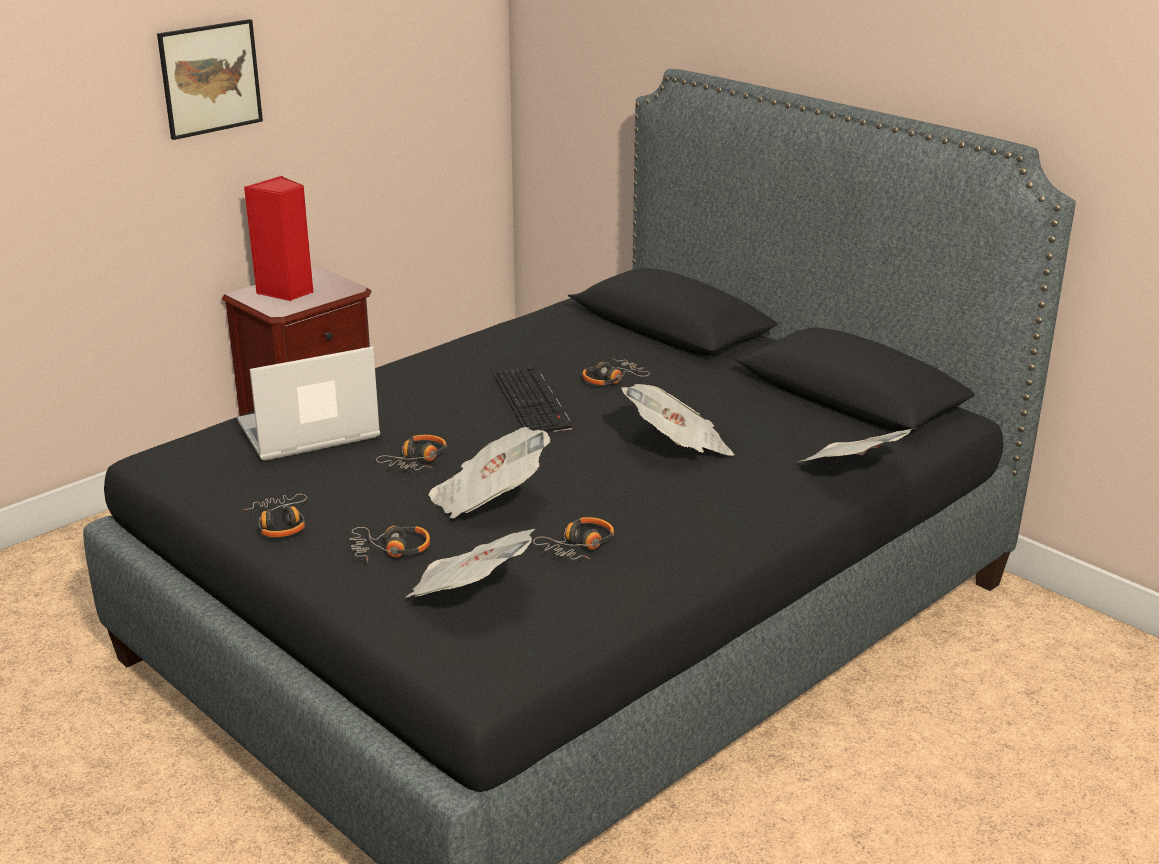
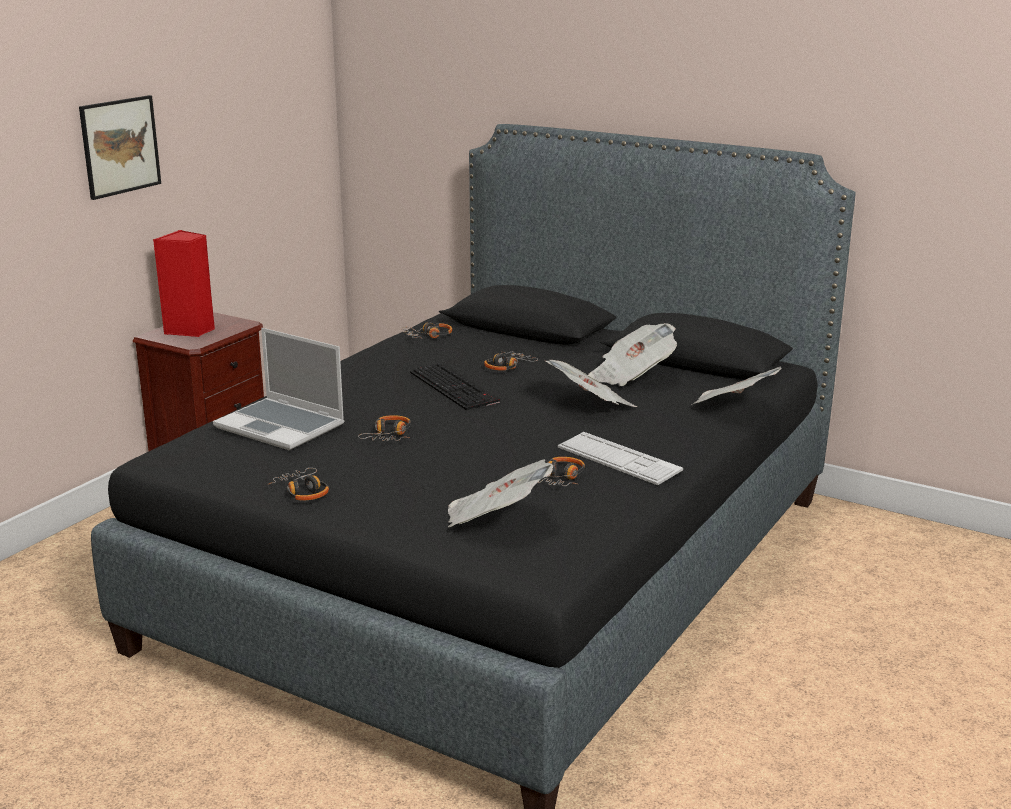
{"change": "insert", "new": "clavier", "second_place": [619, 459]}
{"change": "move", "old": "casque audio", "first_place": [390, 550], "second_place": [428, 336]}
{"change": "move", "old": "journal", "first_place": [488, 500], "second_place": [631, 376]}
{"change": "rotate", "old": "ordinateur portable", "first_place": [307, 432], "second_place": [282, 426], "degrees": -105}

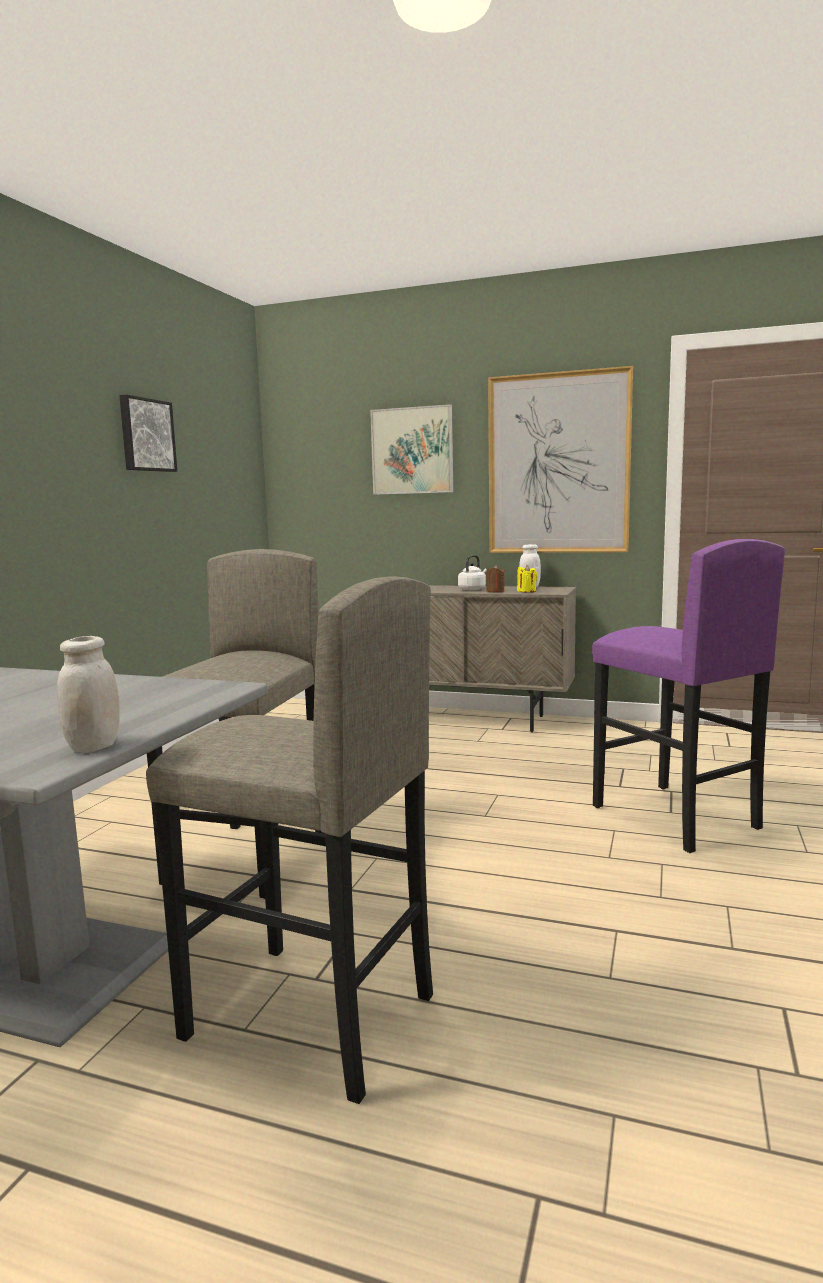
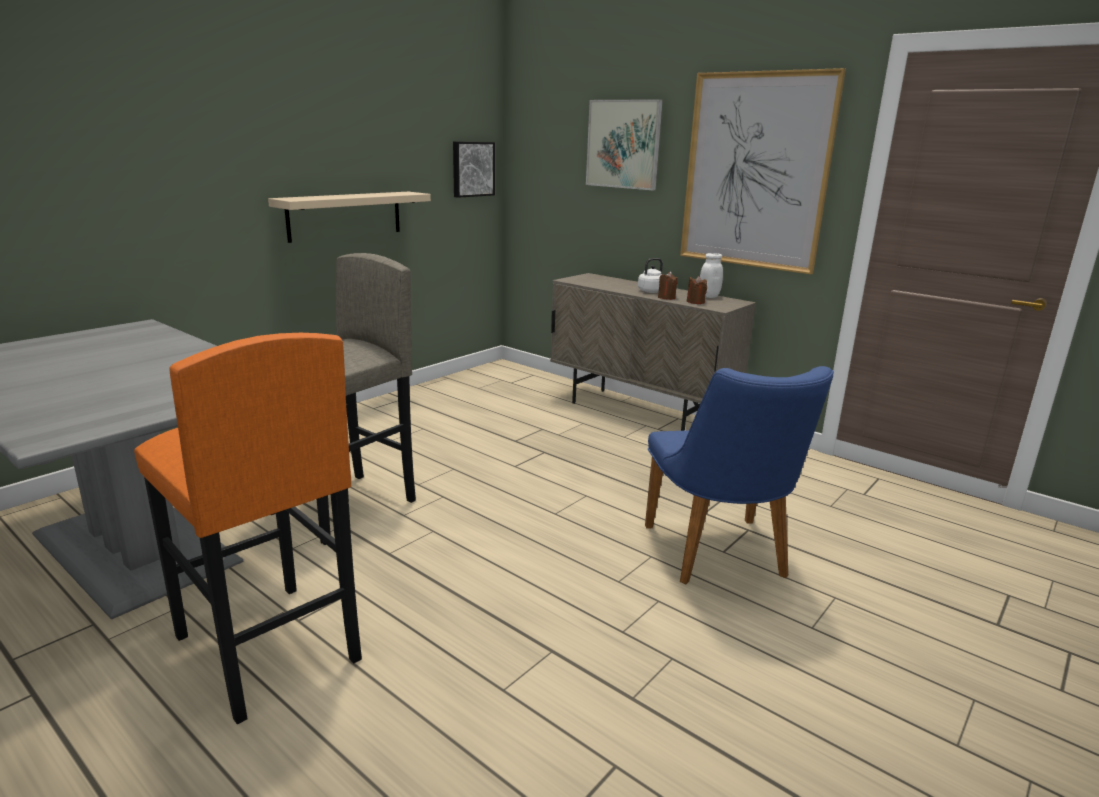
{"change": "delete", "old": "bocal [blanc]", "first_place": [94, 747]}
{"change": "insert", "new": "étagère [beige]", "second_place": [345, 215]}
{"change": "move", "old": "tableau", "first_place": [146, 435], "second_place": [472, 169]}
{"change": "replace", "old": "tabouret [violet]", "new": "chaise [bleu]", "first_place": [674, 817], "second_place": [720, 557]}
{"change": "recolor", "old": "tabouret [gris]", "new": "tabouret [orange]", "first_place": [309, 1018], "second_place": [266, 649]}
{"change": "recolor", "old": "bougie [jaune]", "new": "bougie [marron]", "first_place": [526, 591], "second_place": [695, 302]}

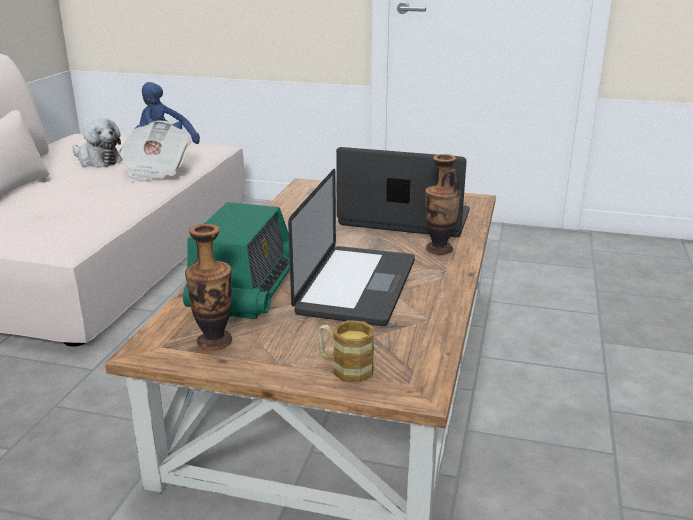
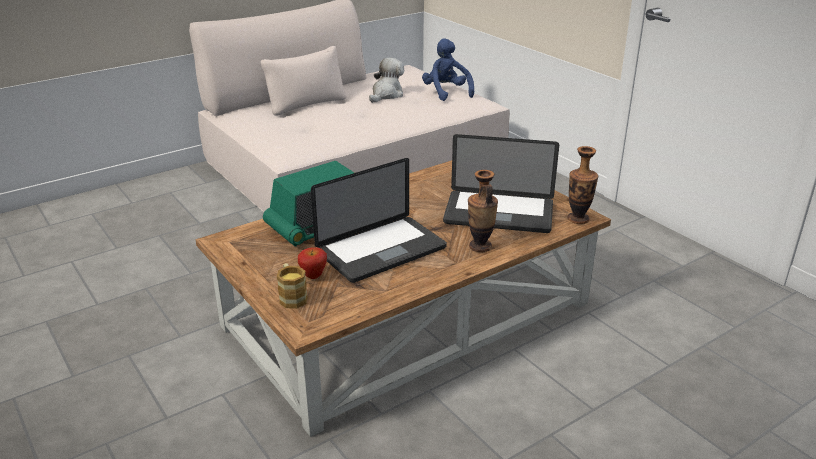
{"change": "delete", "old": "journal", "first_place": [155, 171]}
{"change": "insert", "new": "pomme", "second_place": [313, 276]}
{"change": "move", "old": "vase", "first_place": [214, 341], "second_place": [578, 219]}
{"change": "rotate", "old": "peluche", "first_place": [97, 161], "second_place": [386, 95], "degrees": -135}
{"change": "rotate", "old": "ordinateur portable", "first_place": [404, 219], "second_place": [499, 213], "degrees": 135}

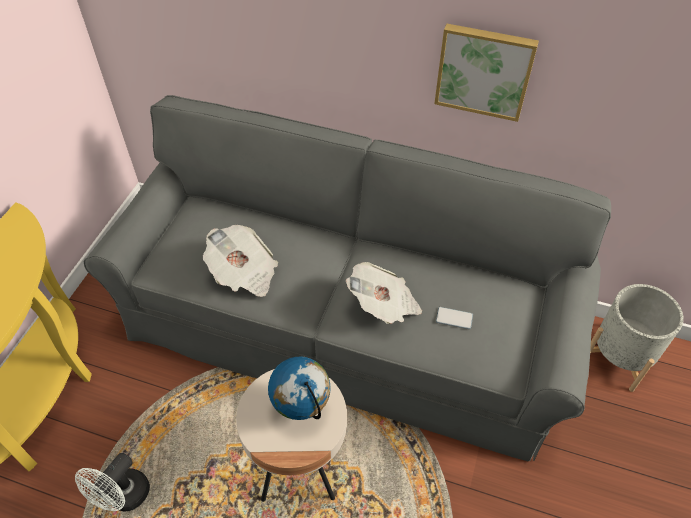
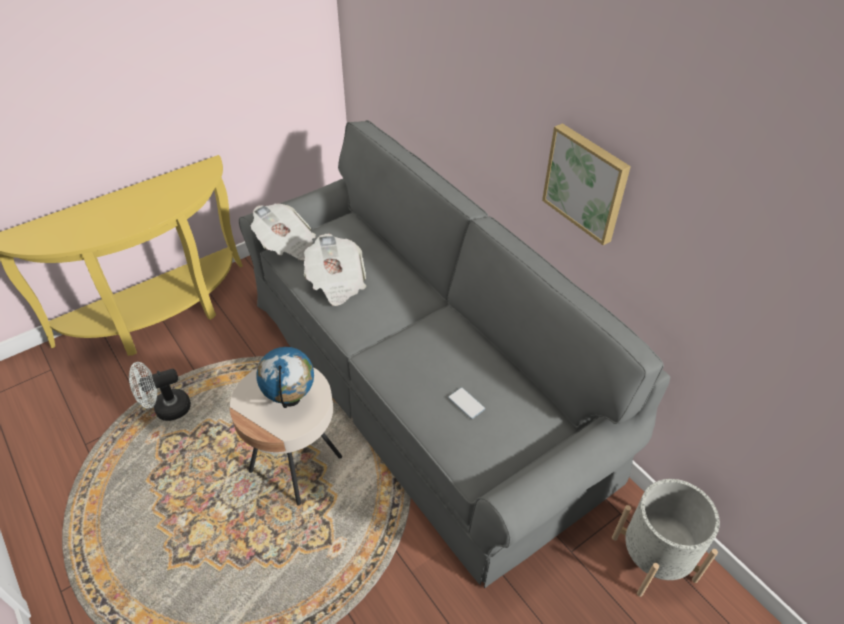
{"change": "move", "old": "journal", "first_place": [384, 305], "second_place": [286, 244]}

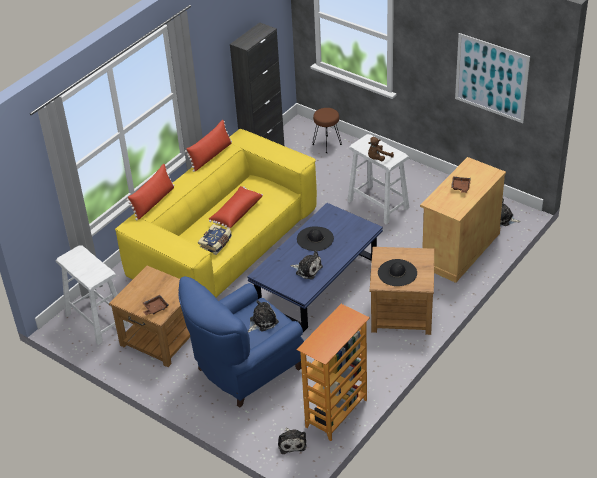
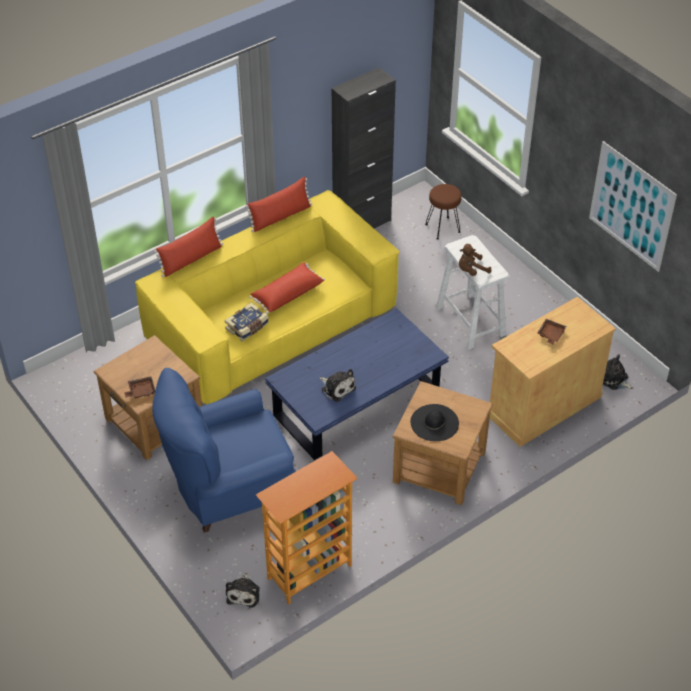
{"change": "delete", "old": "tabouret [blanc]", "first_place": [96, 320]}
{"change": "delete", "old": "peluche", "first_place": [262, 321]}
{"change": "delete", "old": "chapeau [noir]", "first_place": [315, 239]}

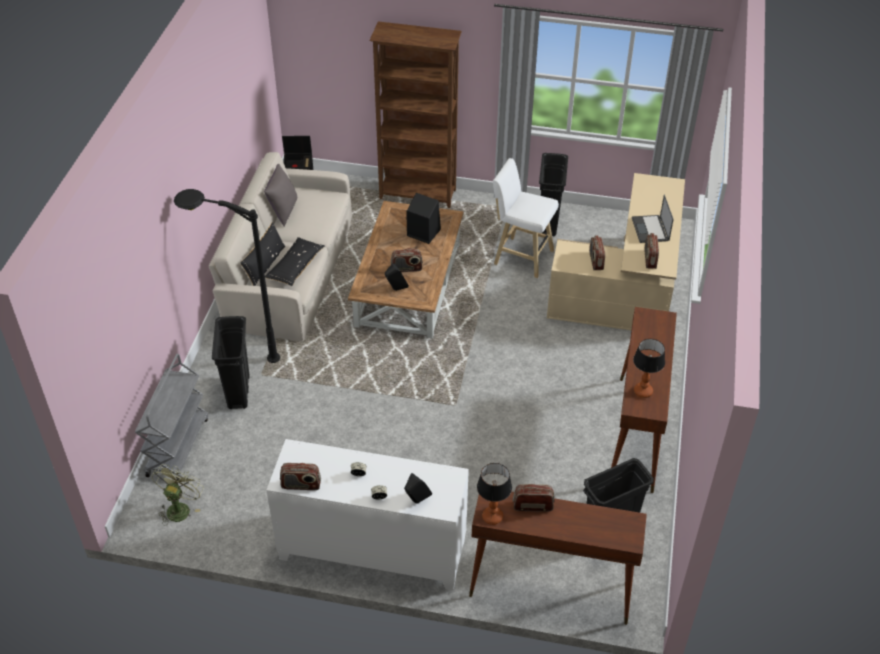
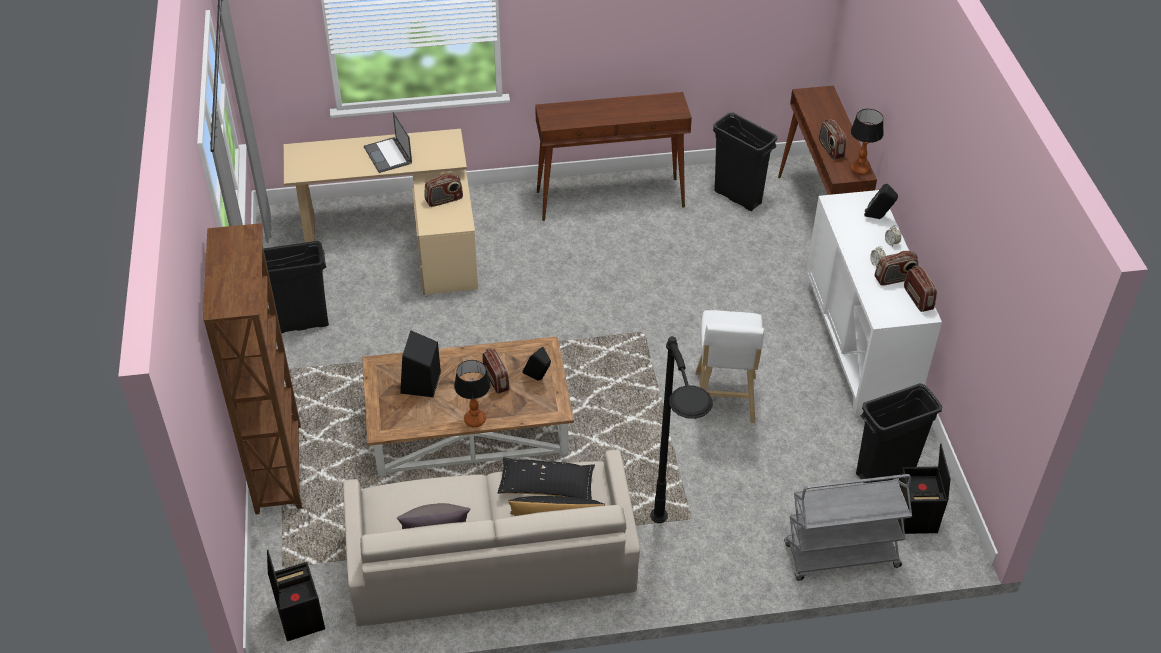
{"change": "move", "old": "poubelle [noir]", "first_place": [238, 391], "second_place": [885, 472]}
{"change": "move", "old": "tabouret [blanc]", "first_place": [521, 256], "second_place": [724, 400]}
{"change": "move", "old": "lampe de table", "first_place": [642, 391], "second_place": [475, 420]}
{"change": "move", "old": "radio", "first_place": [649, 259], "second_place": [894, 278]}
{"change": "replace", "old": "ventilateur [vert]", "new": "boîte de rangement [noir]", "first_place": [179, 507], "second_place": [916, 517]}
{"change": "rotate", "old": "ordinateur portable", "first_place": [650, 229], "second_place": [388, 155], "degrees": 90}

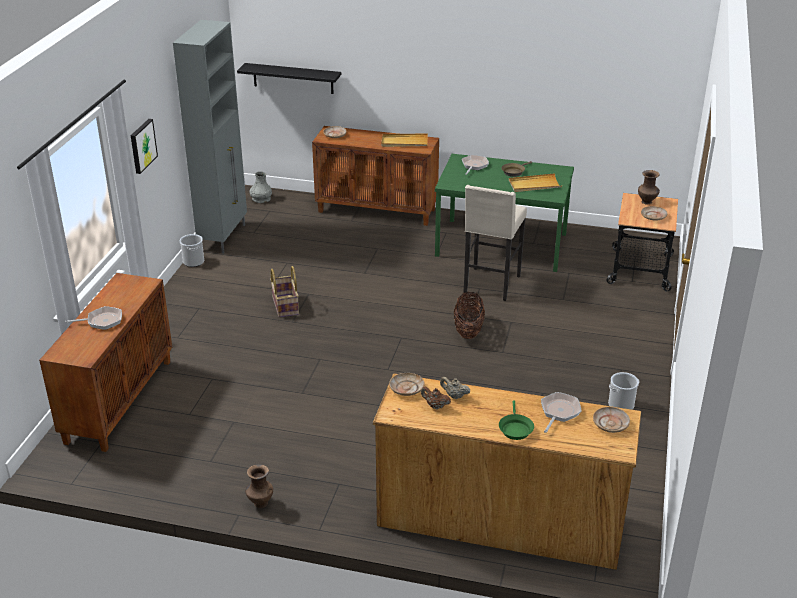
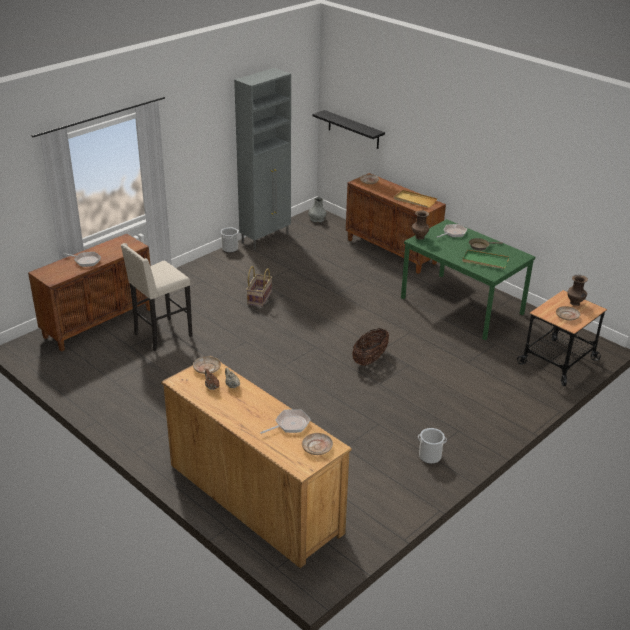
{"change": "delete", "old": "tableau", "first_place": [142, 145]}
{"change": "delete", "old": "poêle [vert]", "first_place": [515, 428]}
{"change": "move", "old": "vase [marron]", "first_place": [260, 503], "second_place": [419, 237]}
{"change": "move", "old": "tabouret [beige]", "first_place": [490, 285], "second_place": [161, 335]}
{"change": "recolor", "old": "plateau [beige]", "new": "plateau [vert]", "first_place": [534, 185], "second_place": [485, 261]}

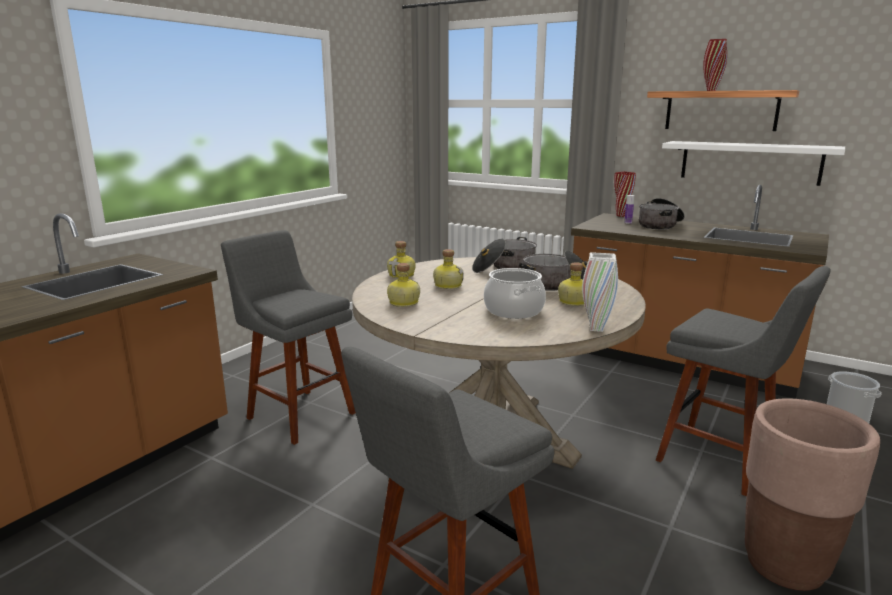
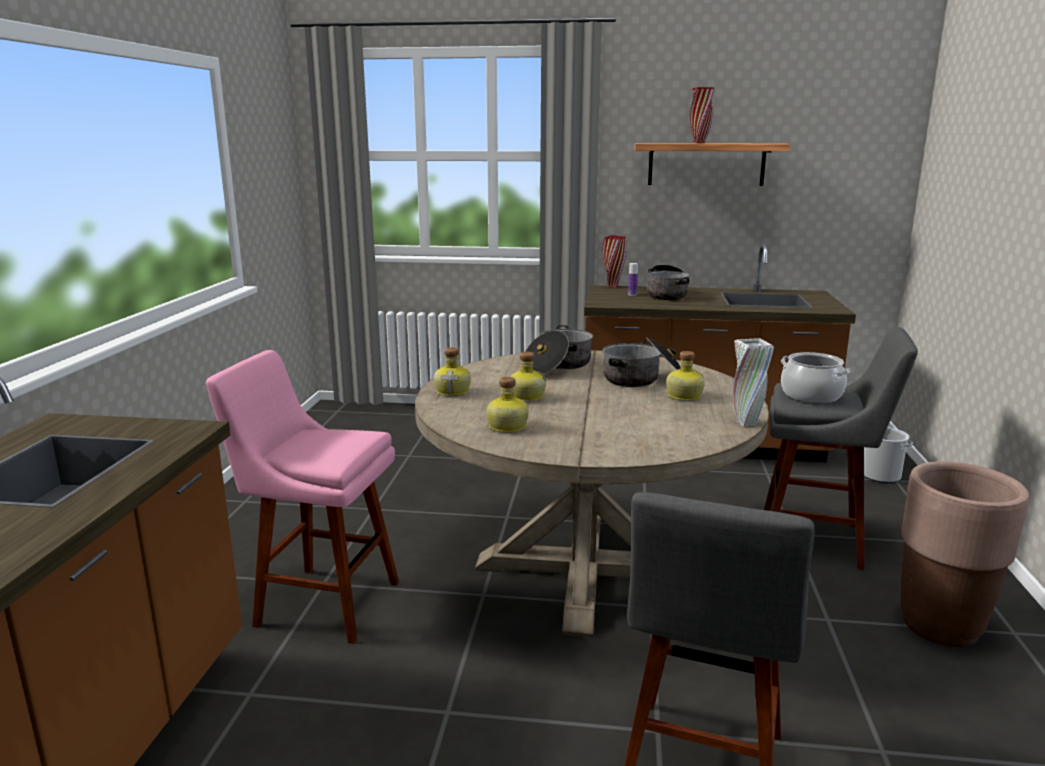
{"change": "delete", "old": "étagère [blanc]", "first_place": [749, 162]}
{"change": "move", "old": "marmite", "first_place": [513, 310], "second_place": [811, 395]}
{"change": "recolor", "old": "tabouret [gris]", "new": "tabouret [rose]", "first_place": [298, 413], "second_place": [321, 602]}

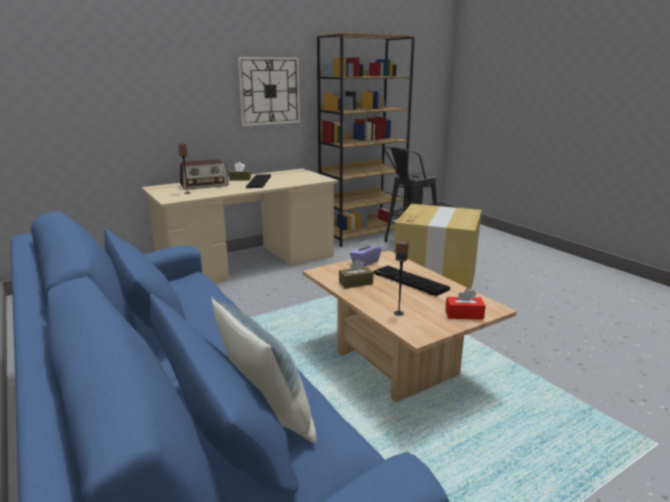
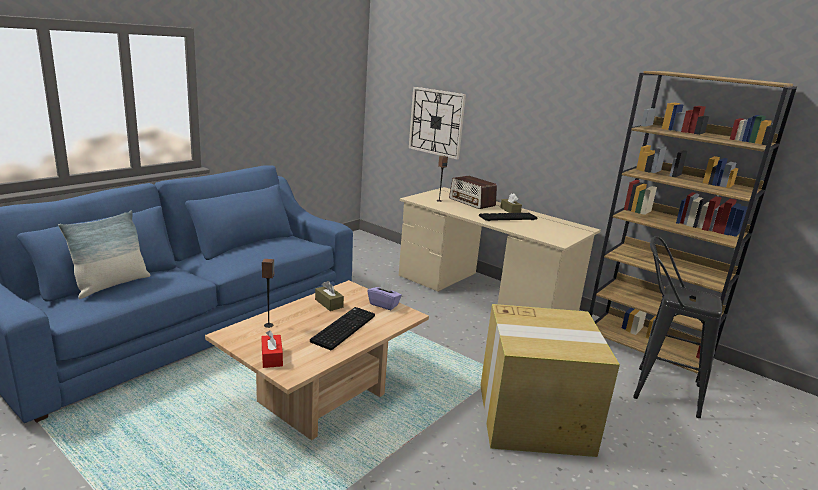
{"change": "move", "old": "horloge murale", "first_place": [269, 91], "second_place": [436, 122]}

